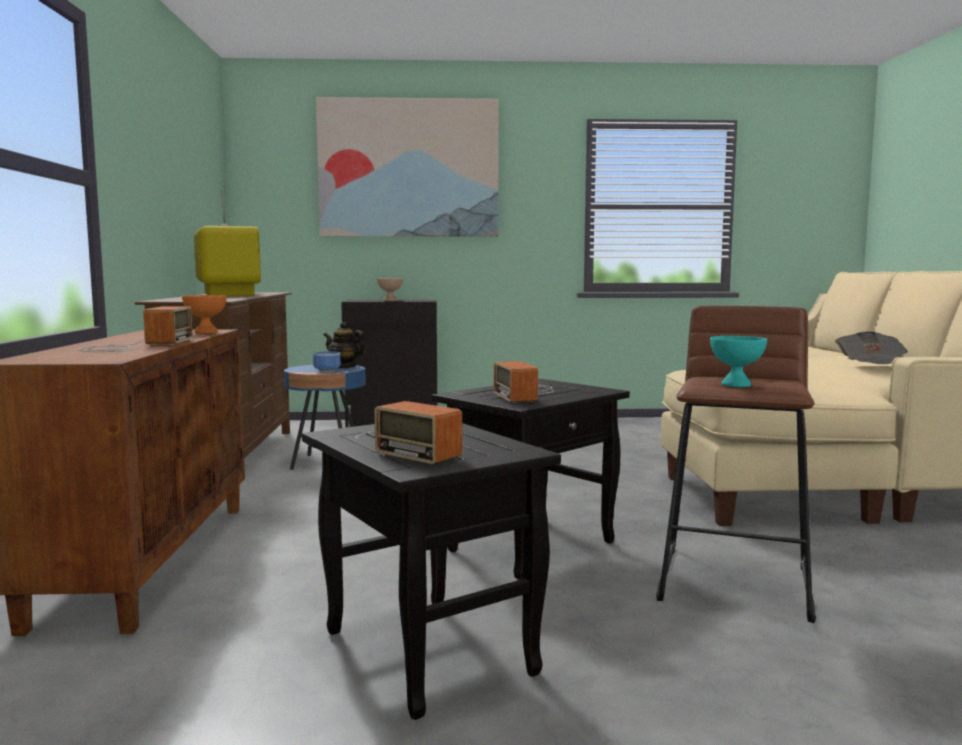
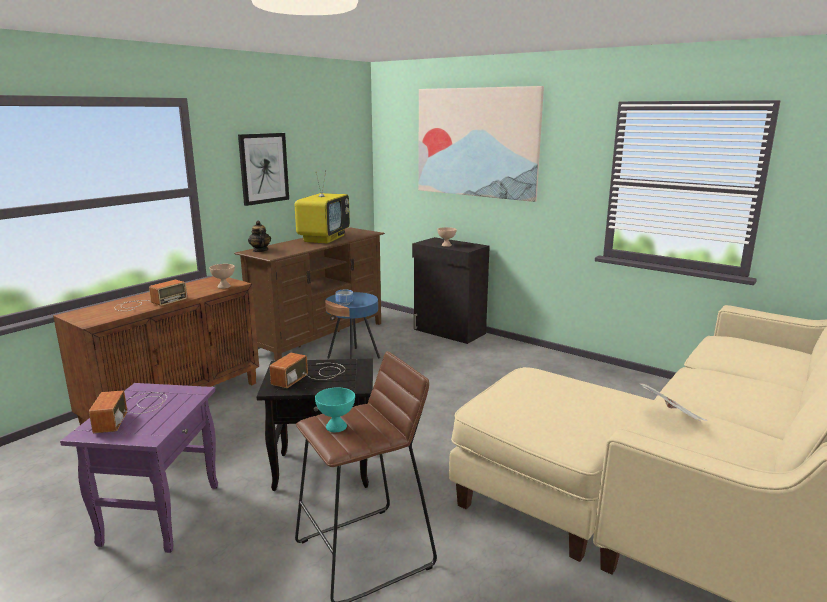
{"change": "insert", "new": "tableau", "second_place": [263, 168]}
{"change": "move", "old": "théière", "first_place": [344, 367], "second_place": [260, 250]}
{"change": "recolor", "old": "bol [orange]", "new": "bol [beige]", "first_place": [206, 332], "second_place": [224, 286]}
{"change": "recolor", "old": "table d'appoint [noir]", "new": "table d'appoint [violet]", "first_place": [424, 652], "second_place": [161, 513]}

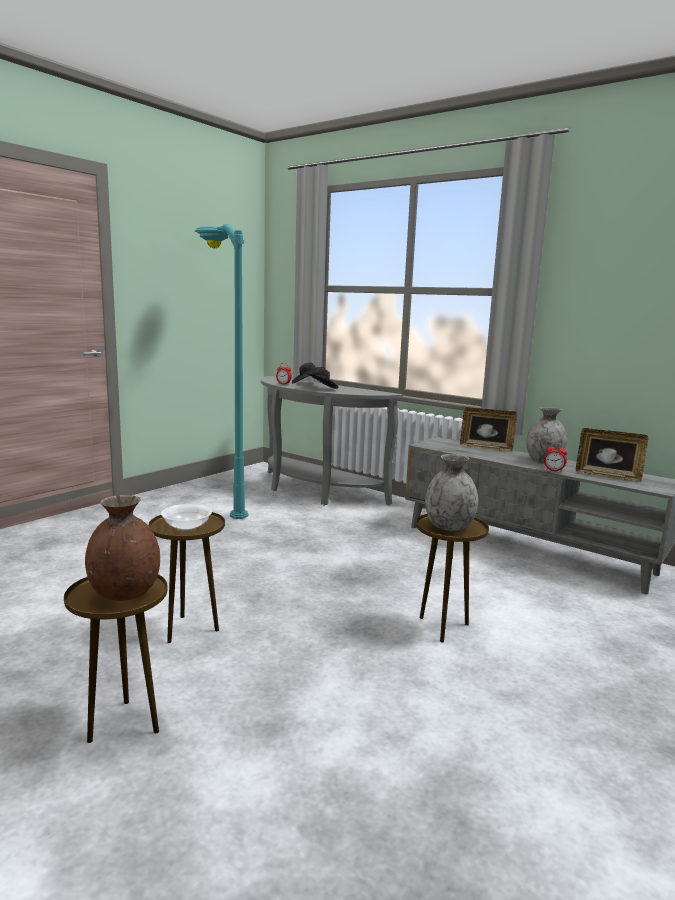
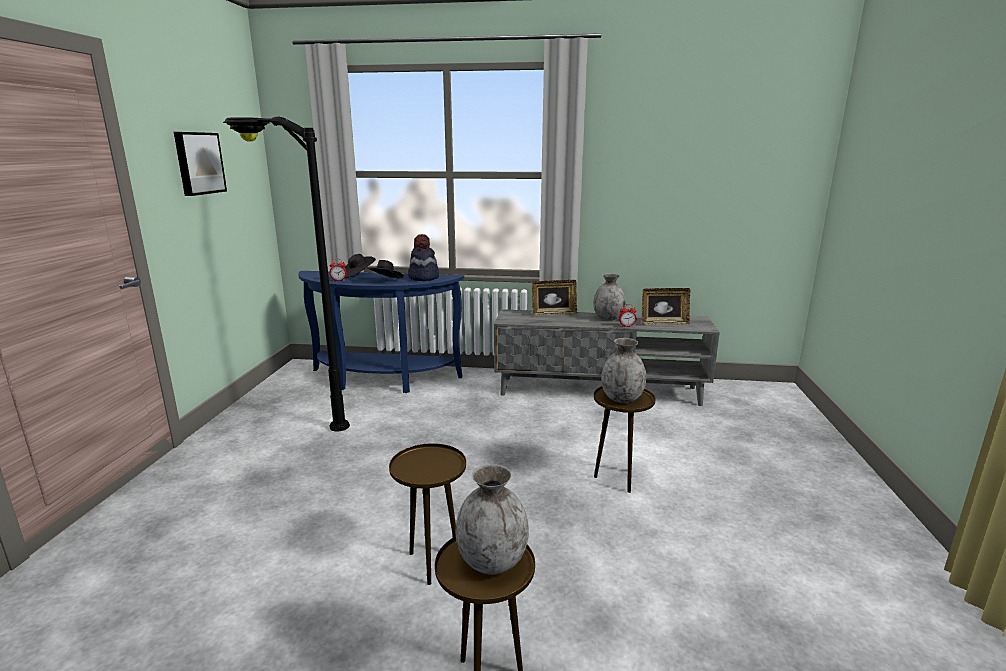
{"change": "delete", "old": "bol", "first_place": [187, 526]}
{"change": "insert", "new": "tableau", "second_place": [198, 163]}
{"change": "insert", "new": "chapeau", "second_place": [423, 277]}
{"change": "recolor", "old": "vase [marron]", "new": "vase [gris]", "first_place": [125, 593], "second_place": [493, 561]}
{"change": "recolor", "old": "lampadaire [turquoise]", "new": "lampadaire [noir]", "first_place": [222, 498], "second_place": [300, 412]}
{"change": "recolor", "old": "table console [gris]", "new": "table console [bleu]", "first_place": [313, 492], "second_place": [381, 381]}

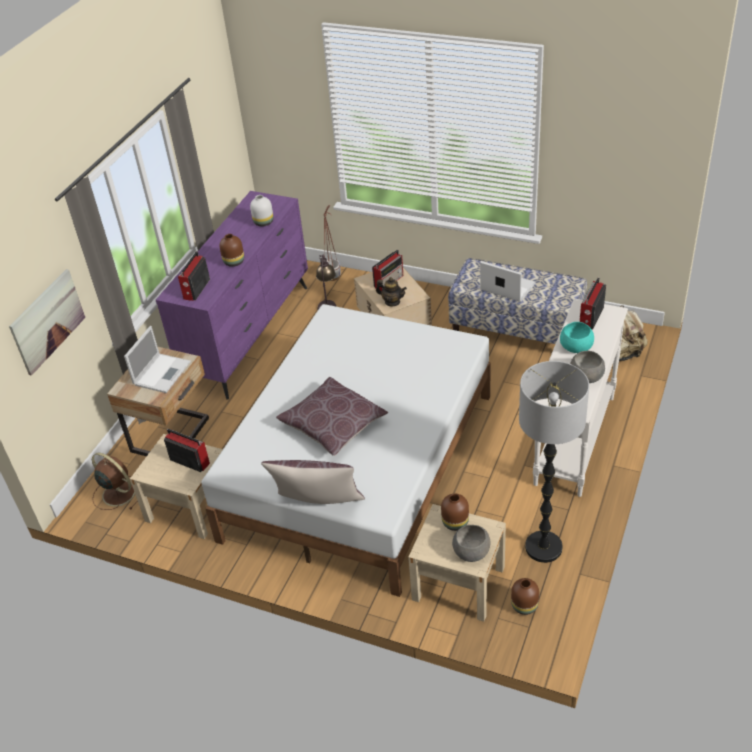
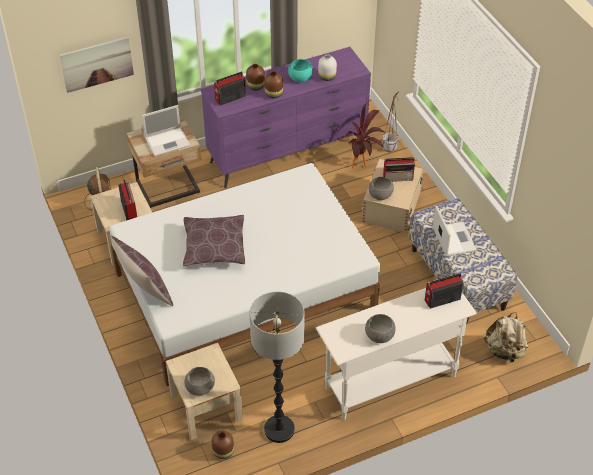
{"change": "move", "old": "vase [marron]", "first_place": [454, 523], "second_place": [255, 86]}
{"change": "move", "old": "bol [turquoise]", "first_place": [575, 346], "second_place": [300, 77]}
{"change": "replace", "old": "lampe de table", "new": "plante en pot", "first_place": [327, 302], "second_place": [362, 165]}
{"change": "replace", "old": "théière", "new": "bol [gris]", "first_place": [392, 302], "second_place": [380, 194]}

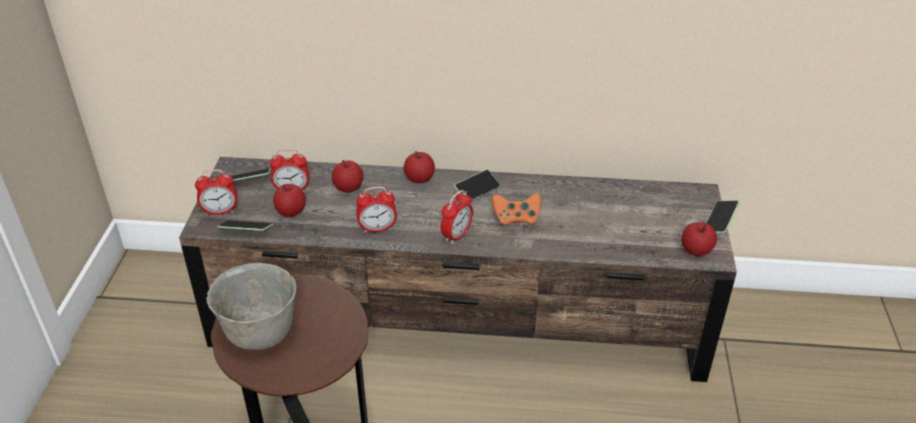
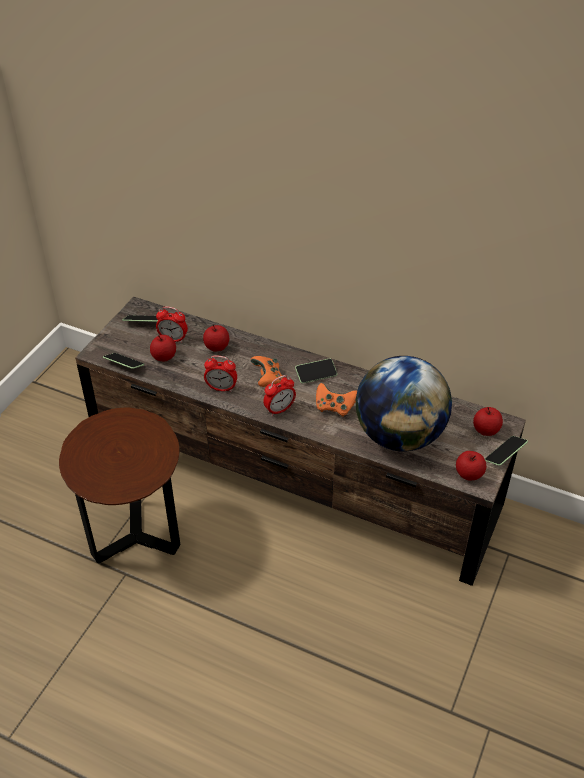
{"change": "delete", "old": "réveil", "first_place": [220, 211]}
{"change": "delete", "old": "bol [gris]", "first_place": [259, 335]}
{"change": "insert", "new": "manette [orange]", "second_place": [268, 379]}
{"change": "insert", "new": "globe", "second_place": [399, 435]}
{"change": "move", "old": "pomme", "first_place": [419, 179], "second_place": [486, 430]}

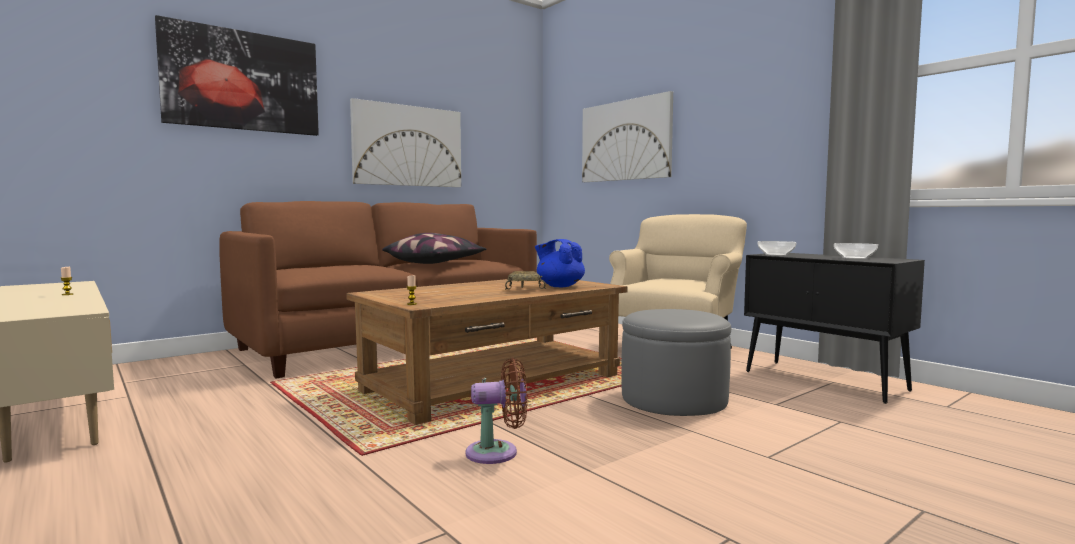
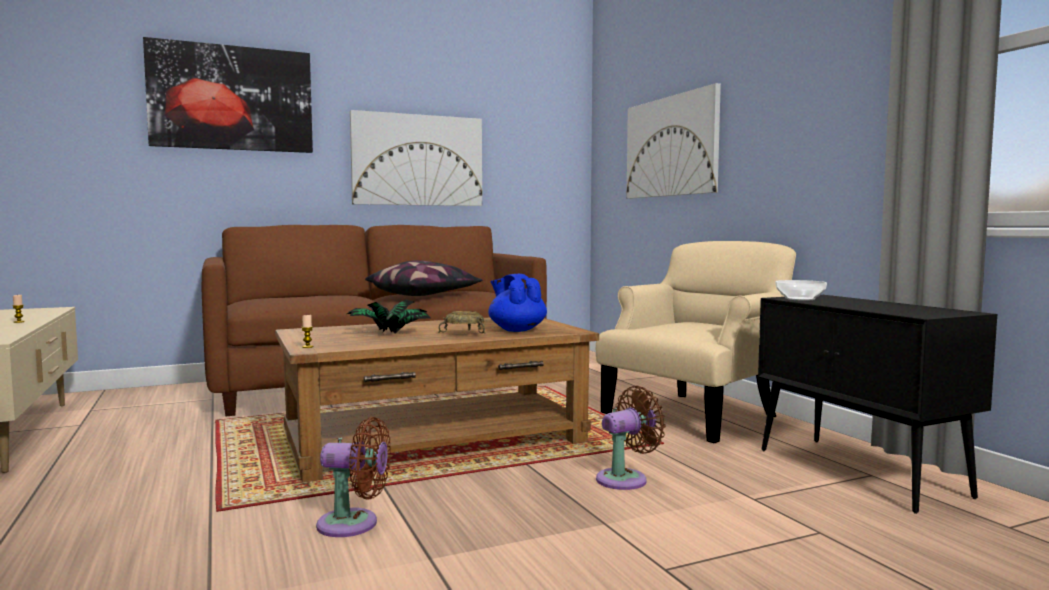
{"change": "delete", "old": "bol", "first_place": [854, 258]}
{"change": "insert", "new": "plante en pot", "second_place": [388, 333]}
{"change": "replace", "old": "pouf [gris]", "new": "ventilateur [marron]", "first_place": [673, 399], "second_place": [626, 479]}

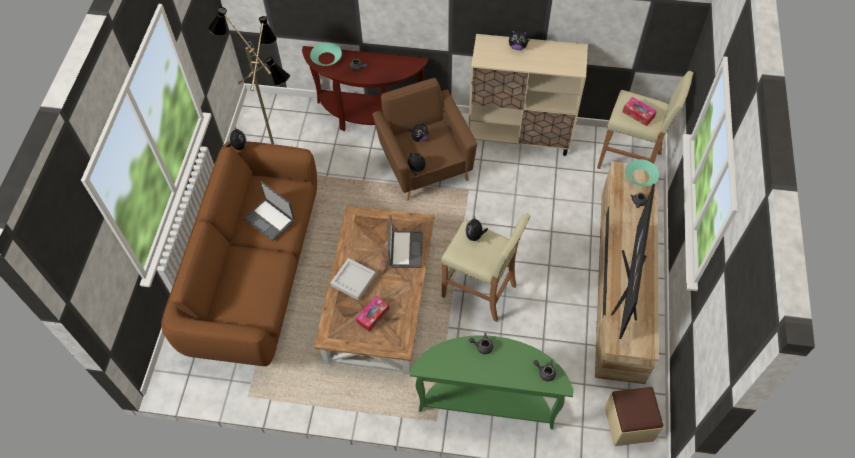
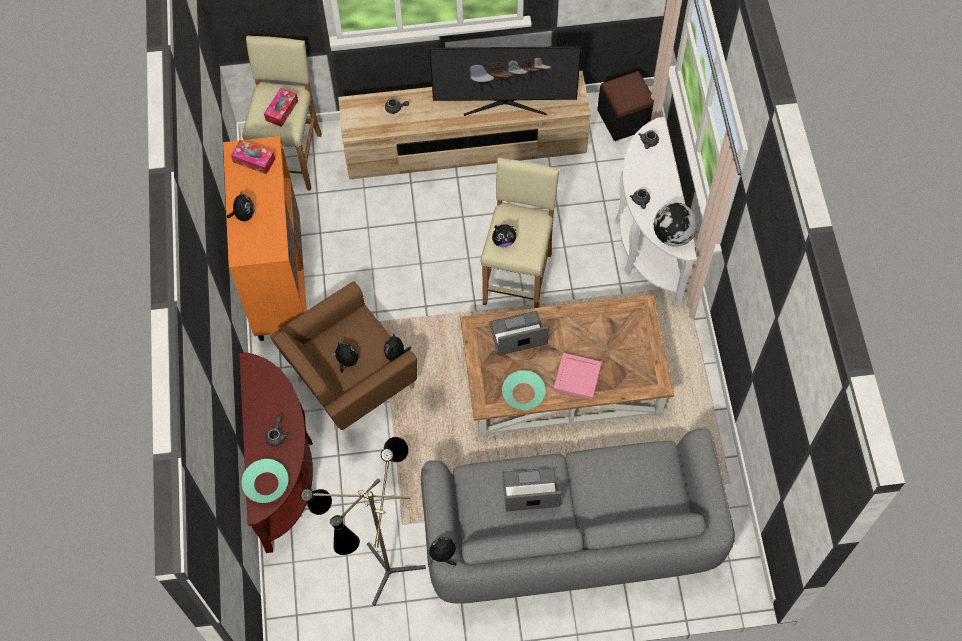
{"change": "insert", "new": "globe", "second_place": [672, 236]}
{"change": "move", "old": "boîte à mouchoirs", "first_place": [373, 316], "second_place": [254, 160]}
{"change": "move", "old": "bol [turquoise]", "first_place": [640, 176], "second_place": [523, 393]}
{"change": "recolor", "old": "canapé [marron]", "new": "canapé [gris]", "first_place": [255, 272], "second_place": [571, 535]}
{"change": "recolor", "old": "plateau [gris]", "new": "plateau [rose]", "first_place": [353, 281], "second_place": [577, 378]}
{"change": "recolor", "old": "table console [vert]", "new": "table console [blanc]", "first_place": [487, 401], "second_place": [646, 243]}
{"change": "recolor", "old": "meuble de rangement [beige]", "new": "meuble de rangement [orange]", "first_place": [519, 136], "second_place": [279, 281]}
{"change": "recolor", "old": "pouf [beige]", "new": "pouf [noir]", "first_place": [629, 423], "second_place": [624, 119]}
{"change": "rotate", "old": "ordinateur portable", "first_place": [270, 219], "second_place": [530, 491], "degrees": -120}

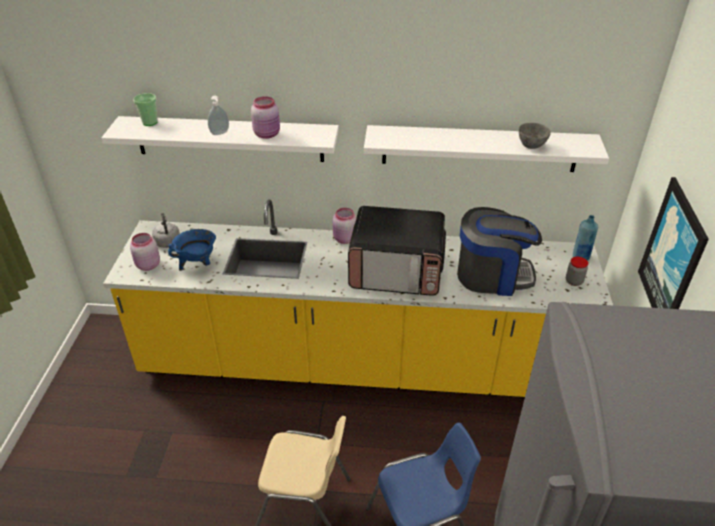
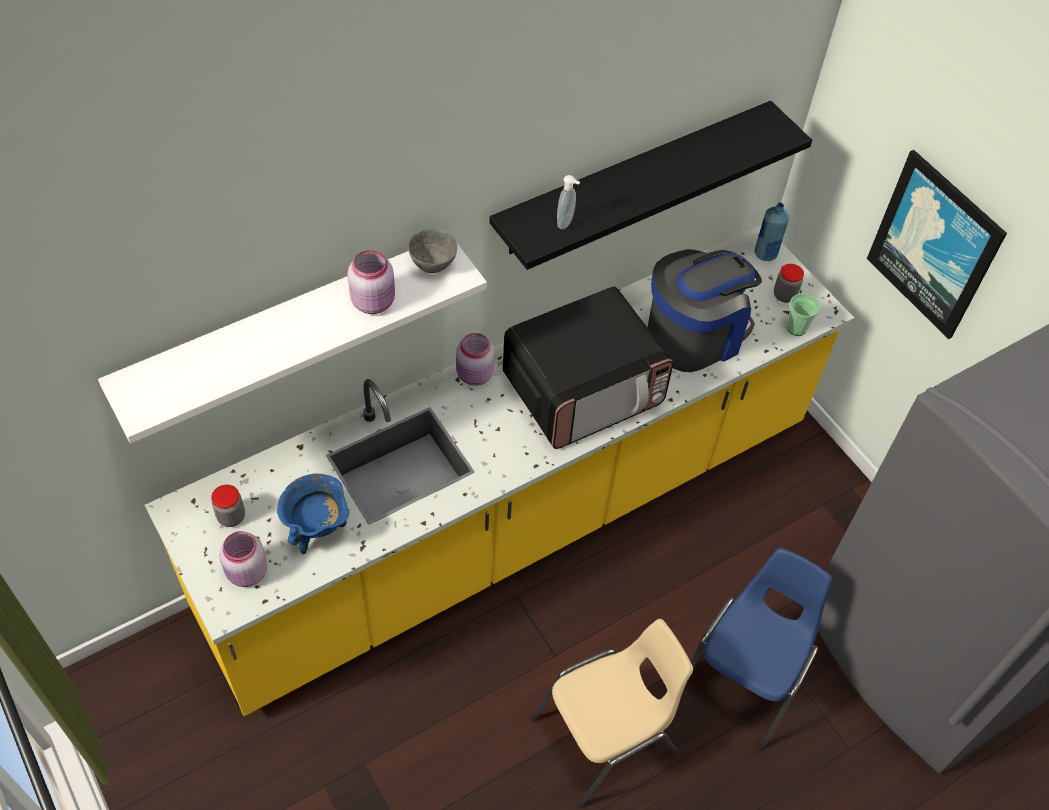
{"change": "move", "old": "tasse", "first_place": [150, 122], "second_place": [796, 328]}
{"change": "move", "old": "distributeur de savon", "first_place": [220, 133], "second_place": [566, 223]}
{"change": "move", "old": "bol [gris]", "first_place": [531, 146], "second_place": [433, 264]}
{"change": "replace", "old": "bouilloire [gris]", "new": "bocal", "first_place": [167, 241], "second_place": [231, 517]}
{"change": "recolor", "old": "étagère [blanc]", "new": "étagère [noir]", "first_place": [479, 148], "second_place": [633, 178]}

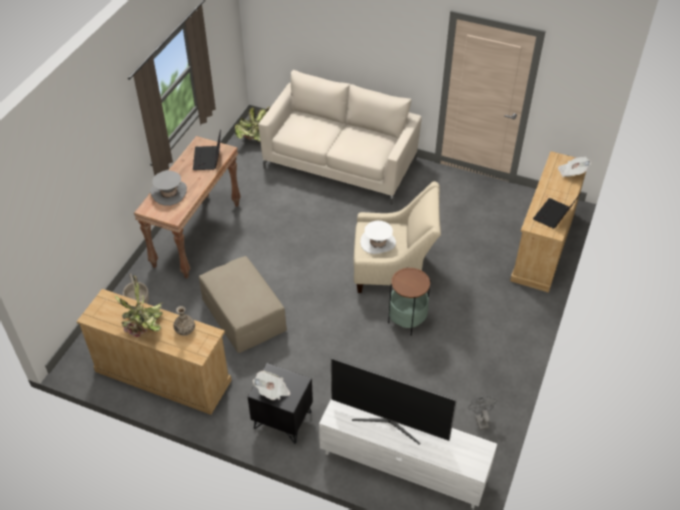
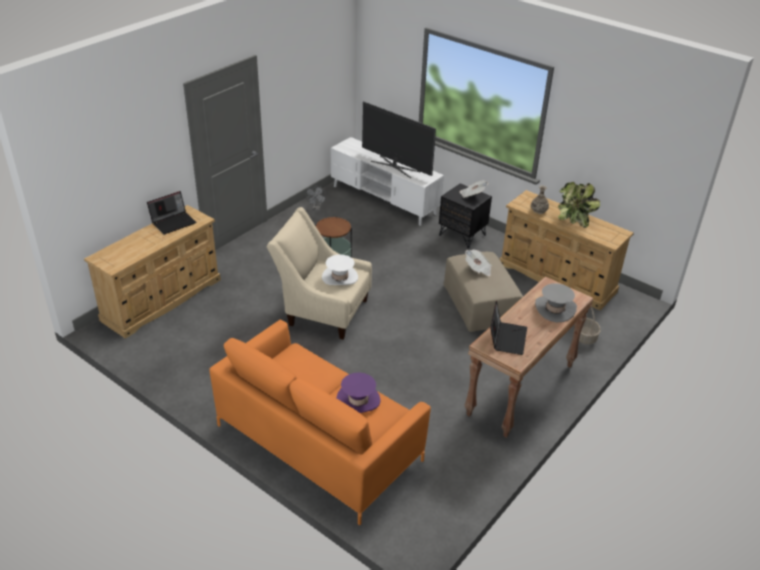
{"change": "delete", "old": "plante en pot", "first_place": [255, 140]}
{"change": "insert", "new": "chapeau [violet]", "second_place": [358, 400]}
{"change": "move", "old": "journal", "first_place": [572, 172], "second_place": [478, 269]}
{"change": "recolor", "old": "canapé [beige]", "new": "canapé [orange]", "first_place": [340, 163], "second_place": [318, 442]}

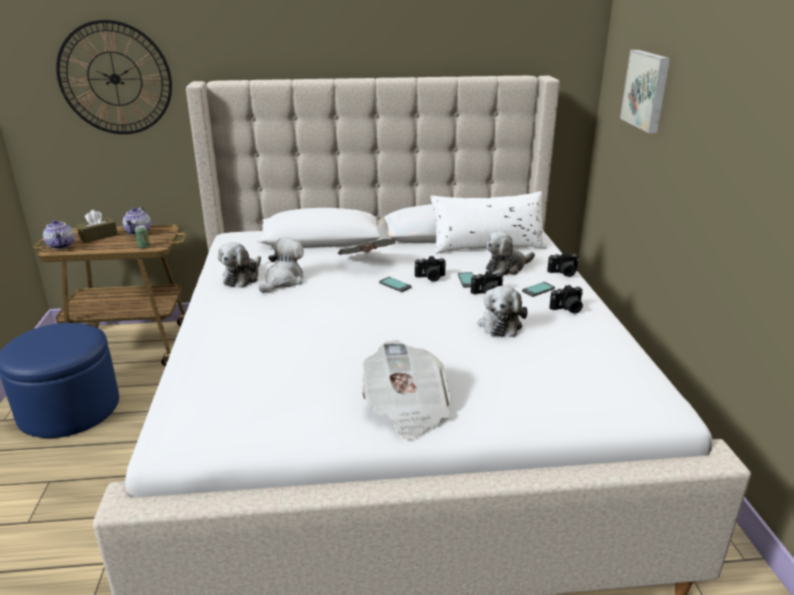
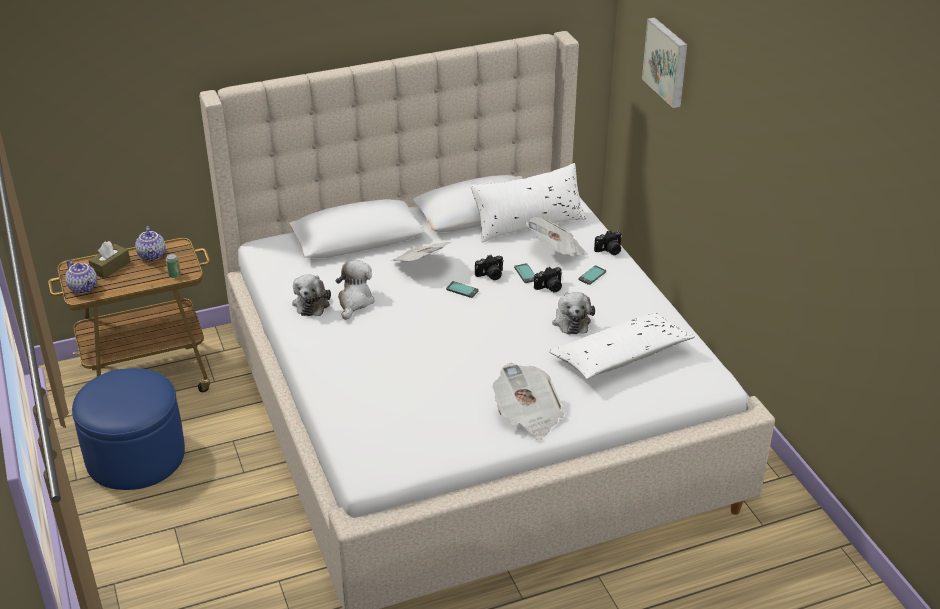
{"change": "delete", "old": "horloge murale", "first_place": [115, 78]}
{"change": "delete", "old": "appareil photo", "first_place": [567, 309]}
{"change": "insert", "new": "coussin [blanc]", "second_place": [620, 356]}
{"change": "replace", "old": "peluche", "new": "journal", "first_place": [507, 267], "second_place": [556, 251]}

